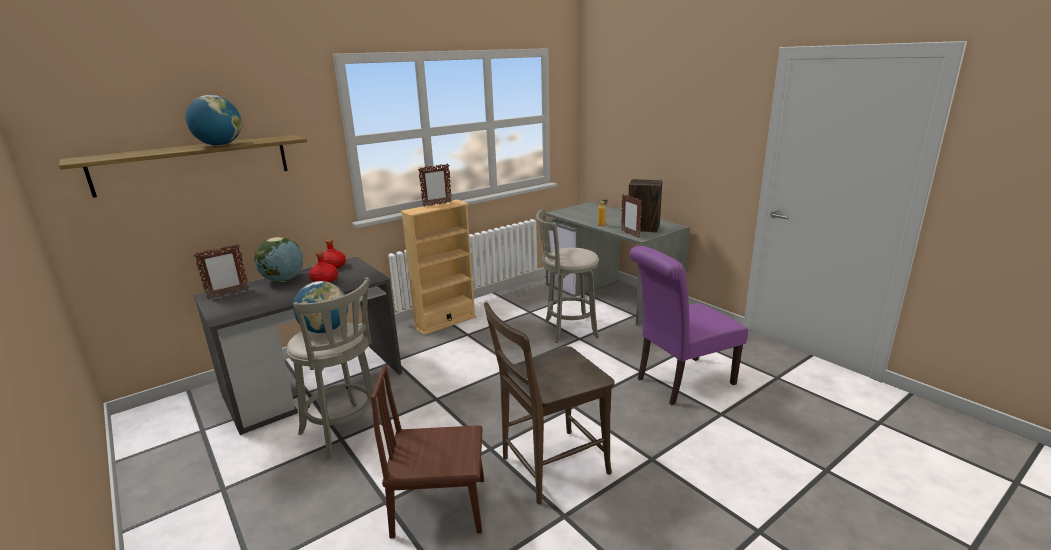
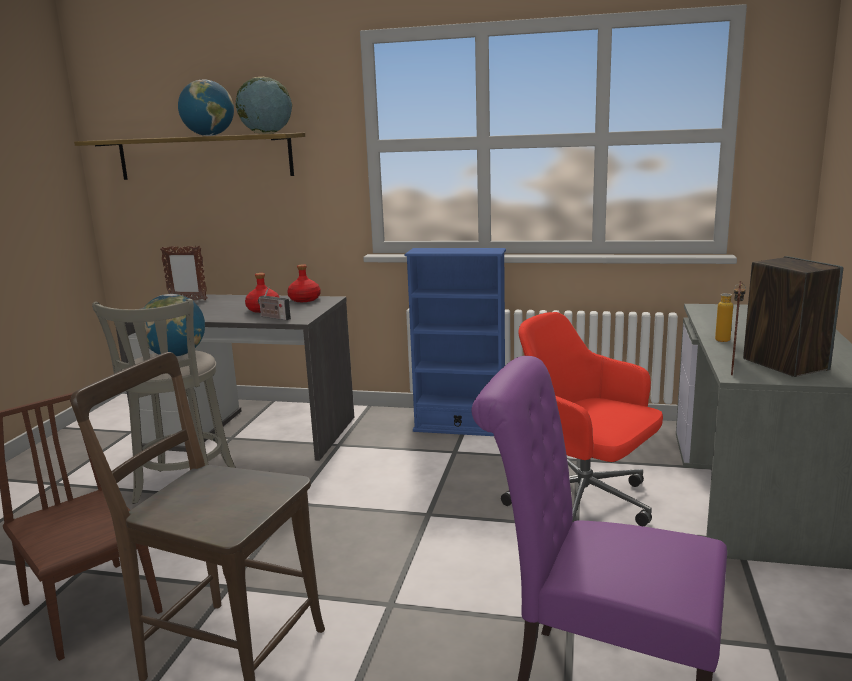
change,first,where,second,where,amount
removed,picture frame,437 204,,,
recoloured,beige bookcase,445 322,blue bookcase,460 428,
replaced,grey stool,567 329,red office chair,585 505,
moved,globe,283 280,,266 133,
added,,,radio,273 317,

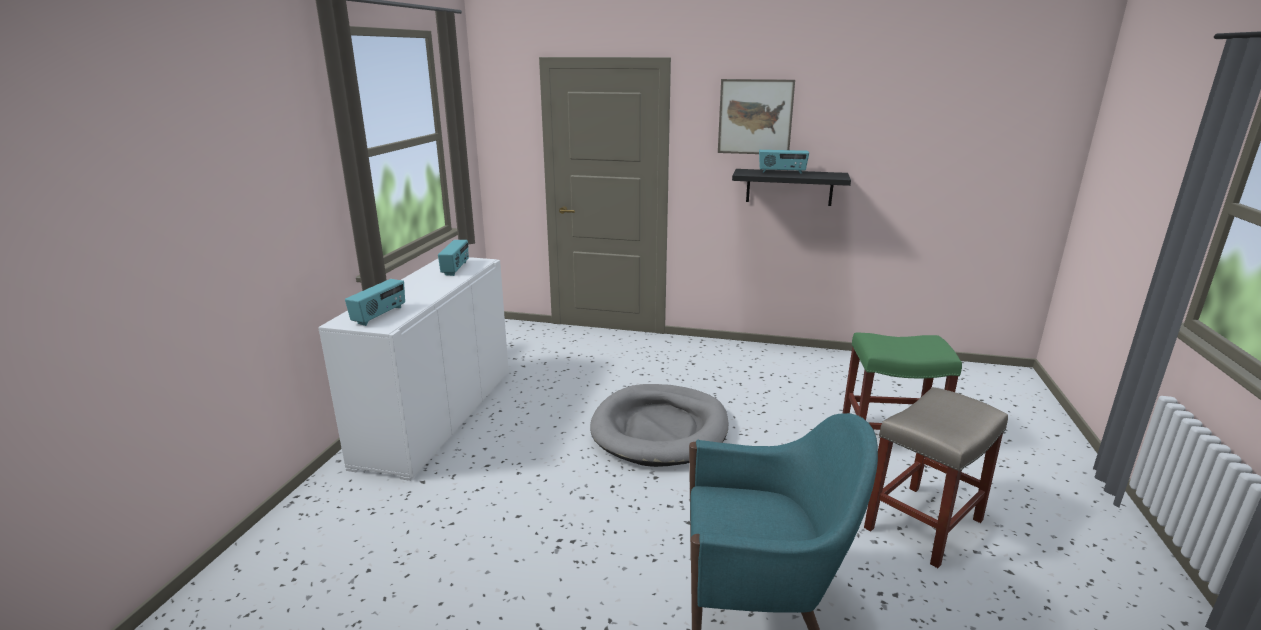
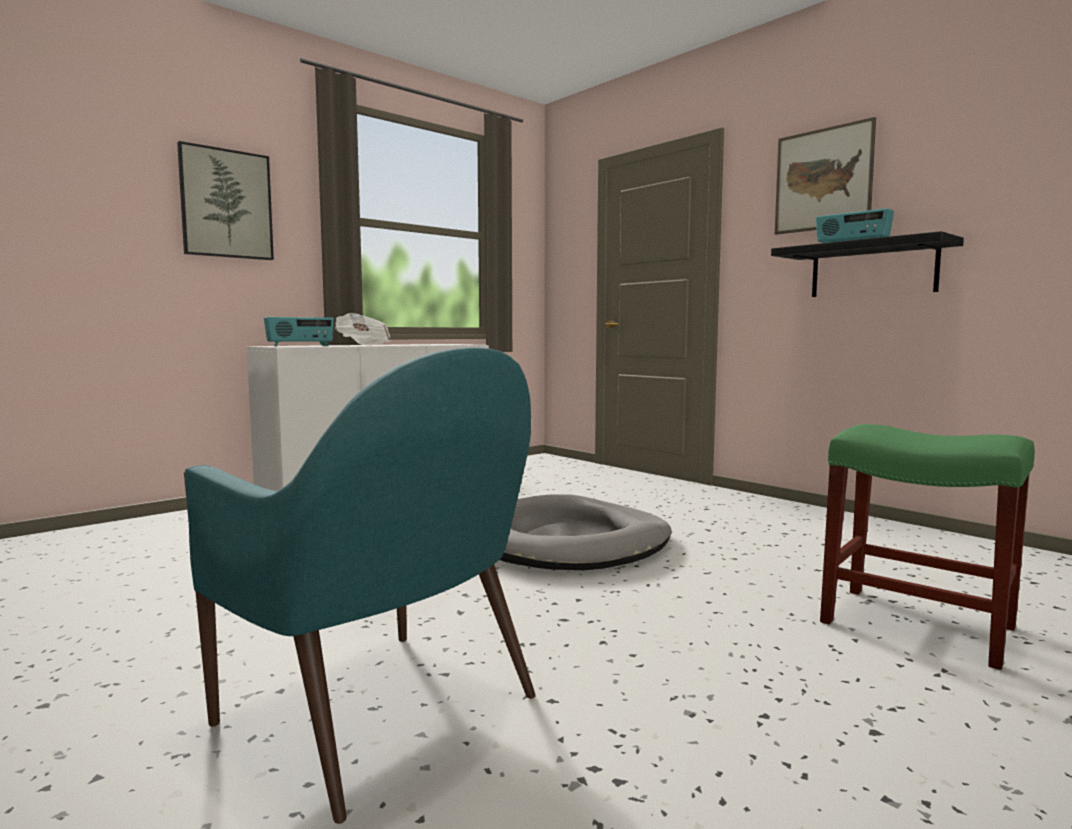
change,first,where,second,where,amount
removed,radio,456 269,,,
removed,beige stool,924 523,,,
added,,,picture,226 204,
added,,,newspaper,363 345,

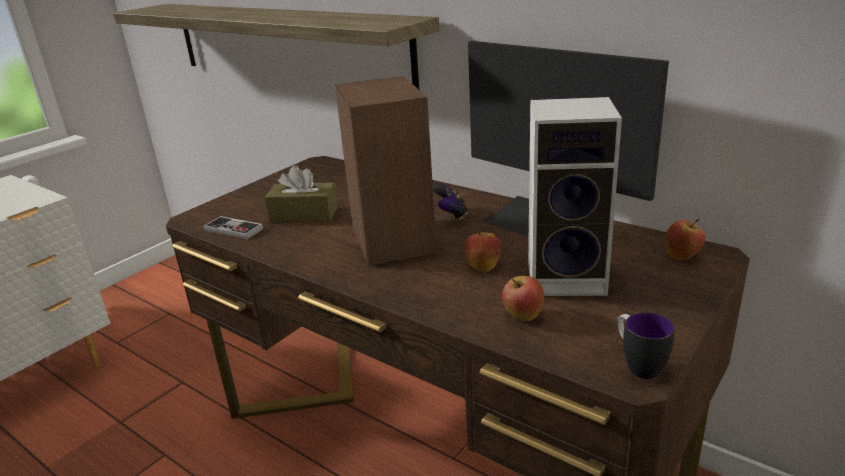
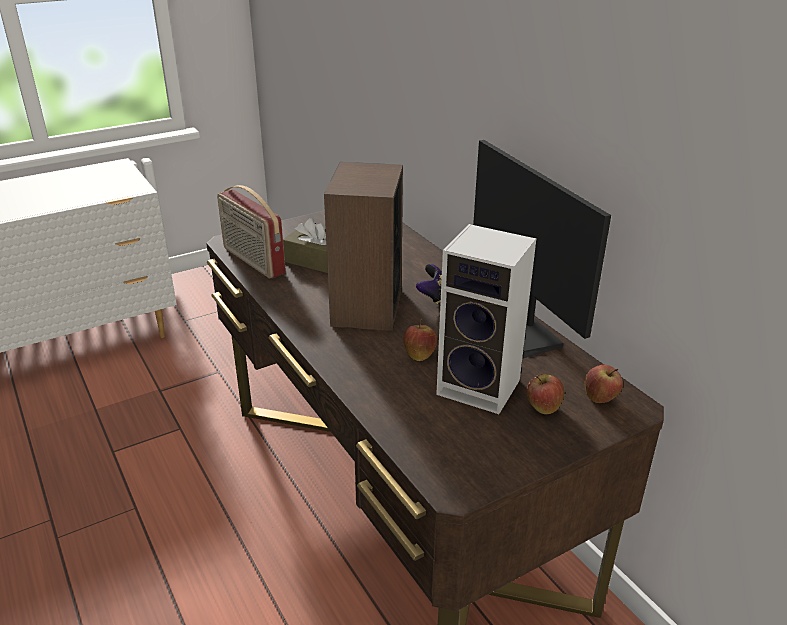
change,first,where,second,where,amount
removed,shelf,285 44,,,
replaced,game controller,233 229,radio,252 261,
moved,apple,522 316,,542 408,
removed,mug,638 365,,,

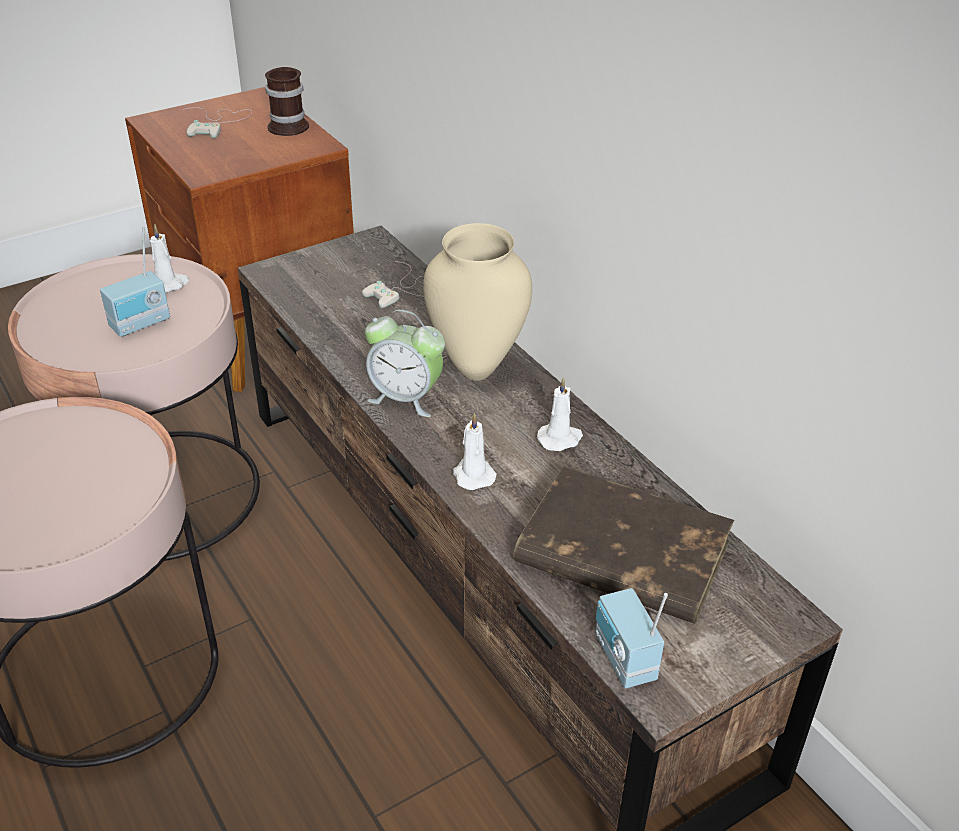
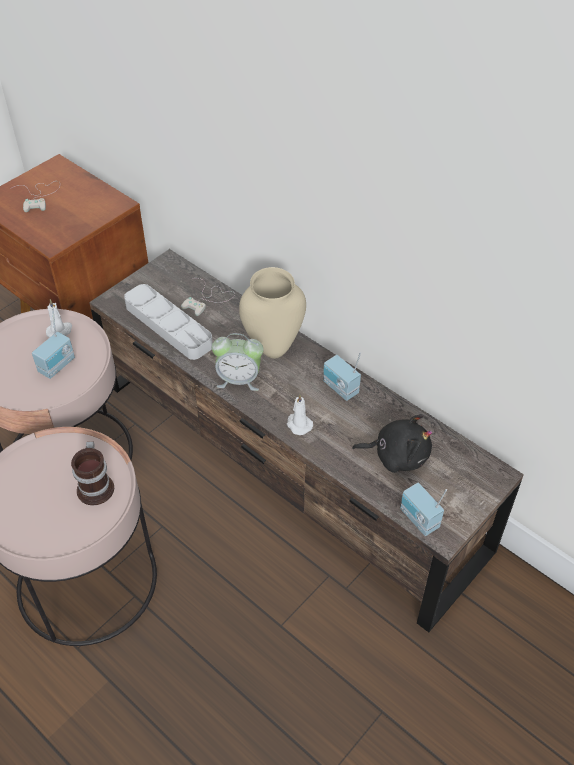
change,first,where,second,where,amount
moved,mug,291 125,,97 486,
replaced,white candle,560 439,radio,340 388,
replaced,brown book,620 552,black plush toy,397 455,
added,,,grey tray,168 326,

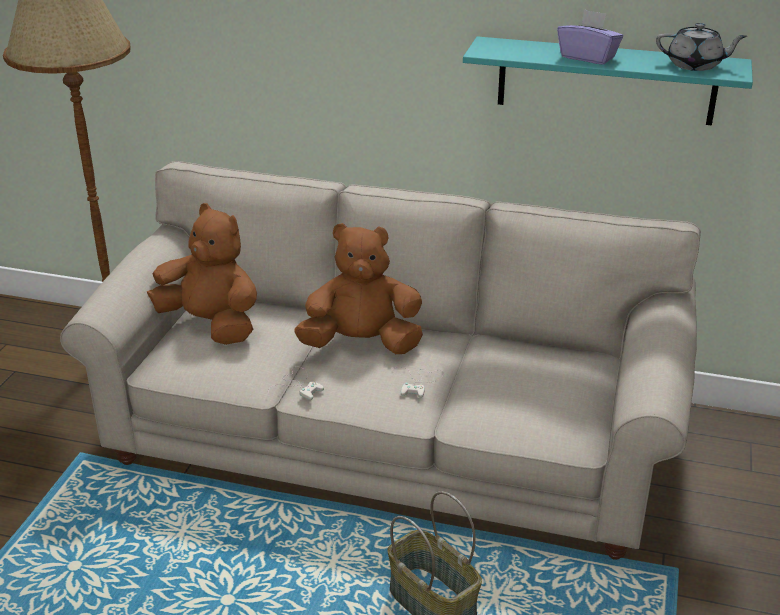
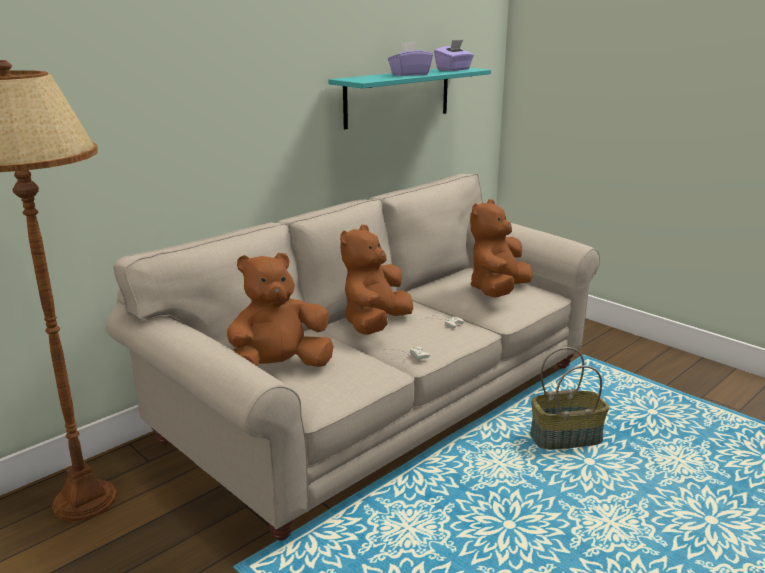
change,first,where,second,where,amount
replaced,grey teapot,695 65,purple tissue box,453 70,
added,,,brown plush toy,497 291,

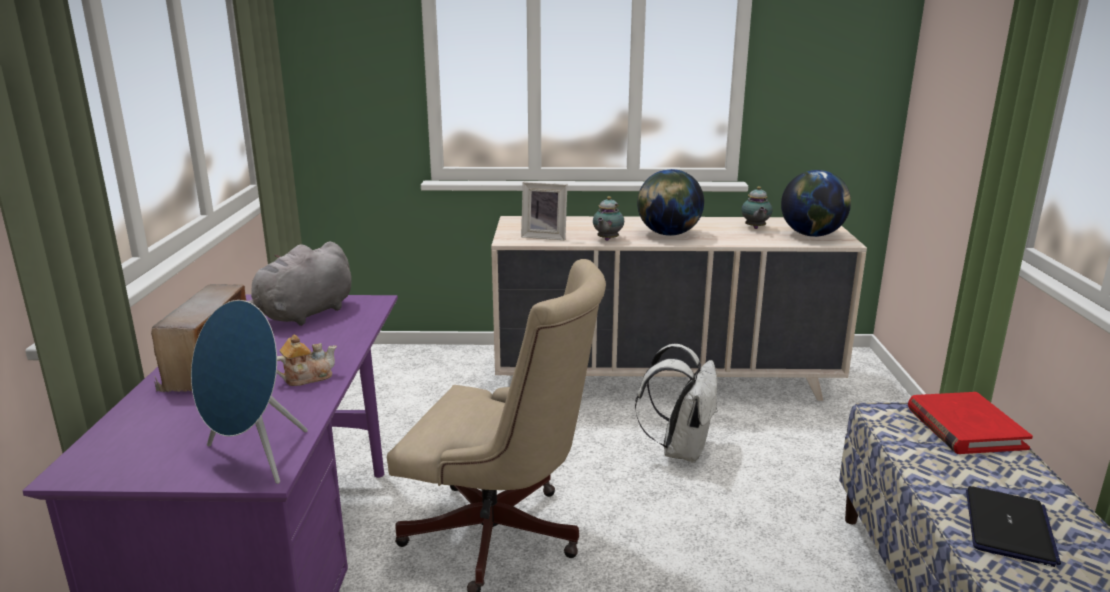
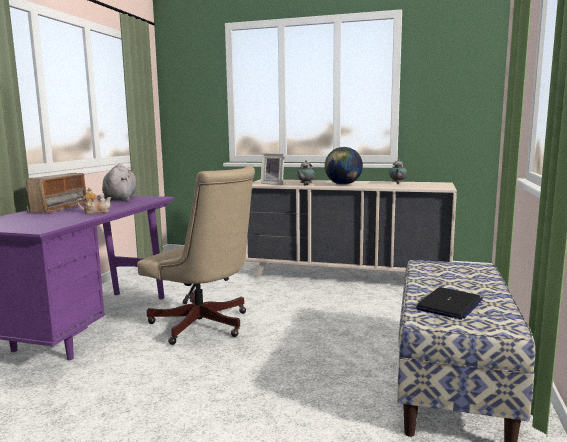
change,first,where,second,where,amount
removed,globe,812 235,,,
turned,grey plush toy,303 315,,121 199,120 degrees clockwise
removed,blue speaker,254 458,,,
removed,white backpack,680 450,,,
removed,red book,964 427,,,

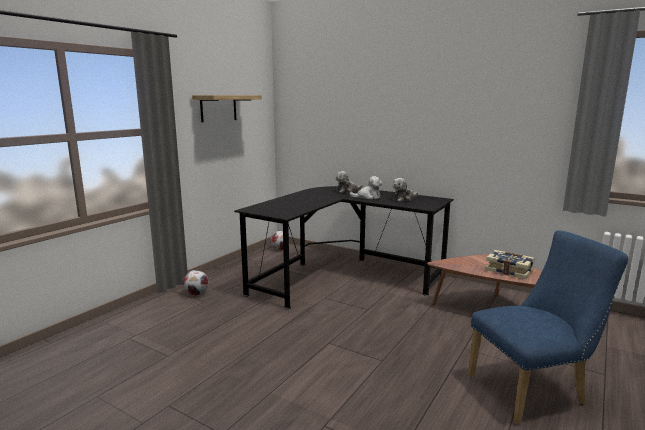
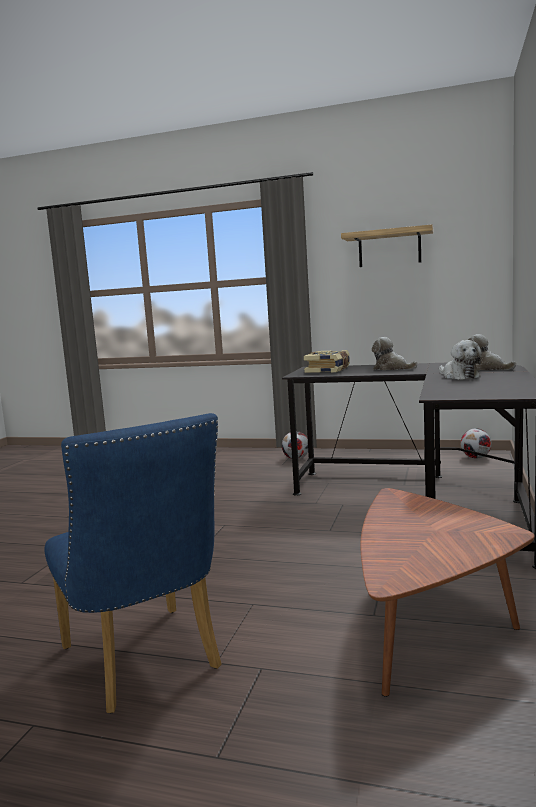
change,first,where,second,where,amount
moved,plush toy,404 199,,392 368,
moved,book,509 270,,329 370,

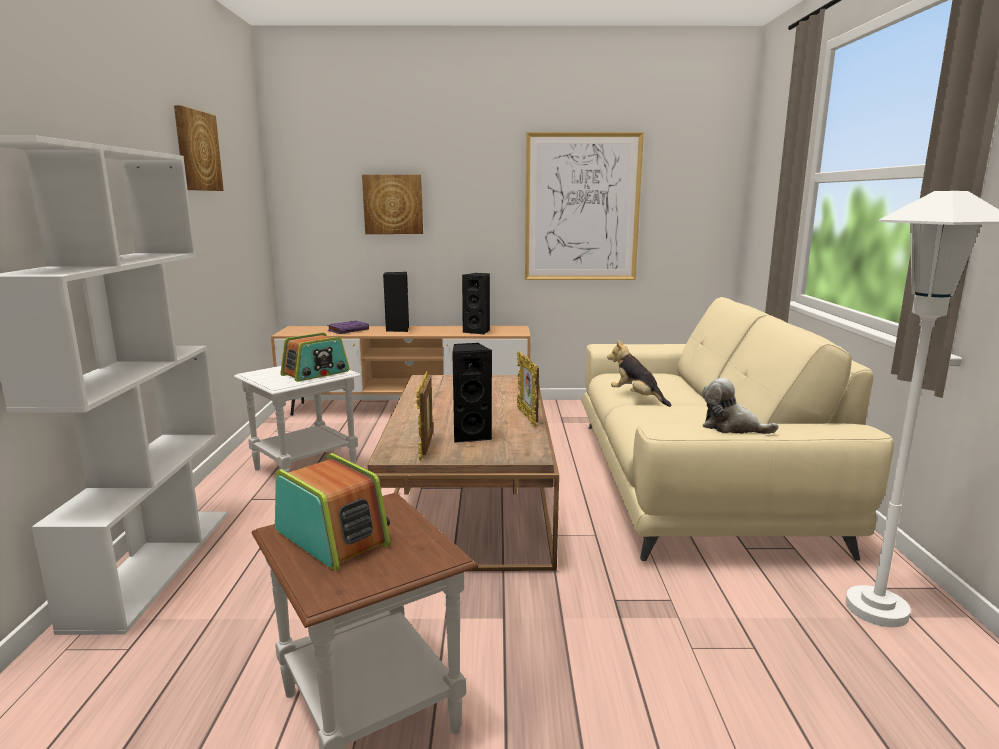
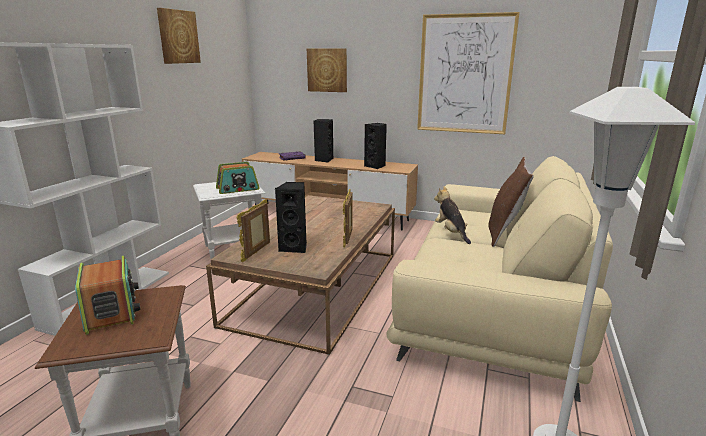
change,first,where,second,where,amount
removed,plush toy,731 427,,,
added,,,brown pillow,504 233,

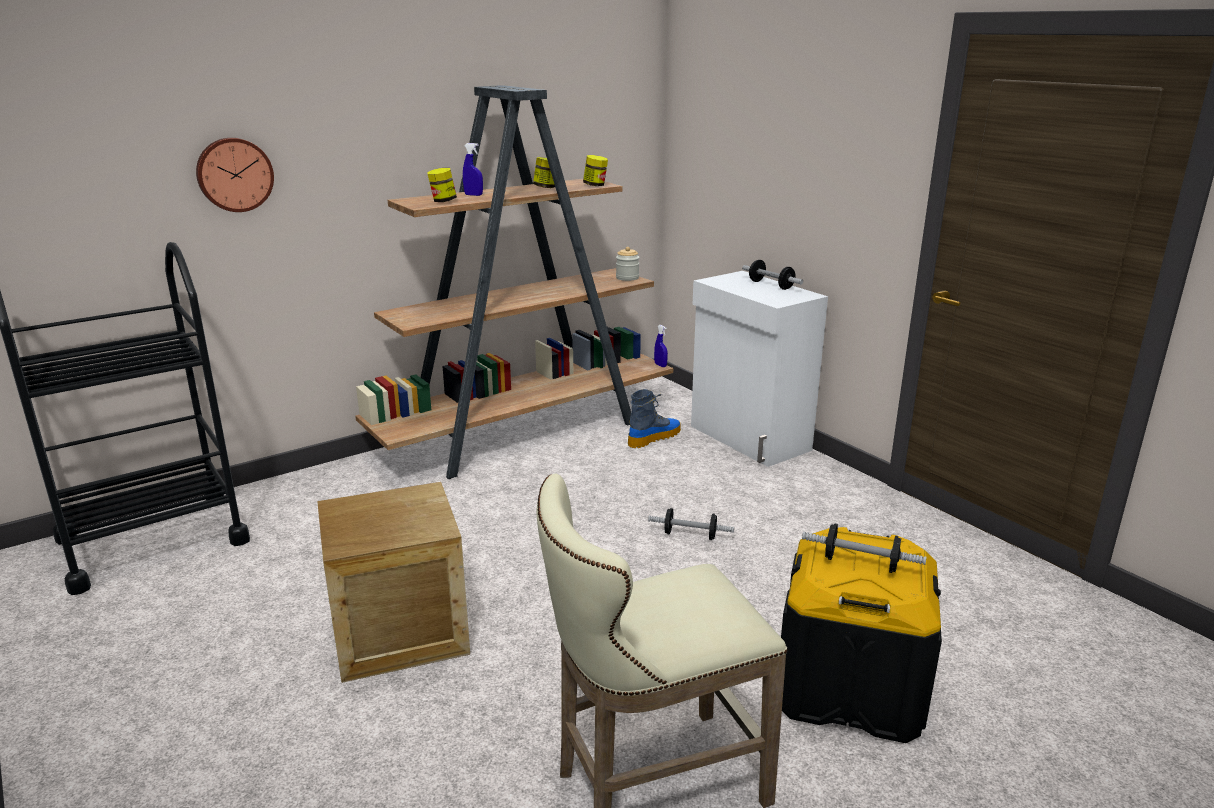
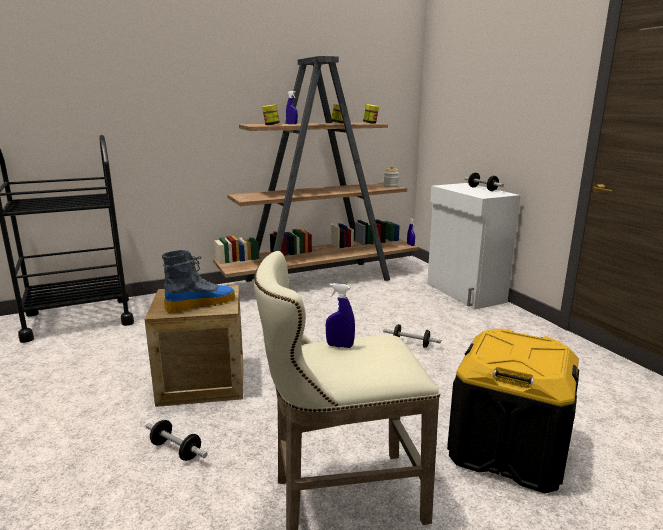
change,first,where,second,where,amount
removed,wall clock,234 174,,,
moved,boot,654 437,,201 304,
moved,dumbbell,860 563,,176 450,
added,,,blue spray bottle,340 346,

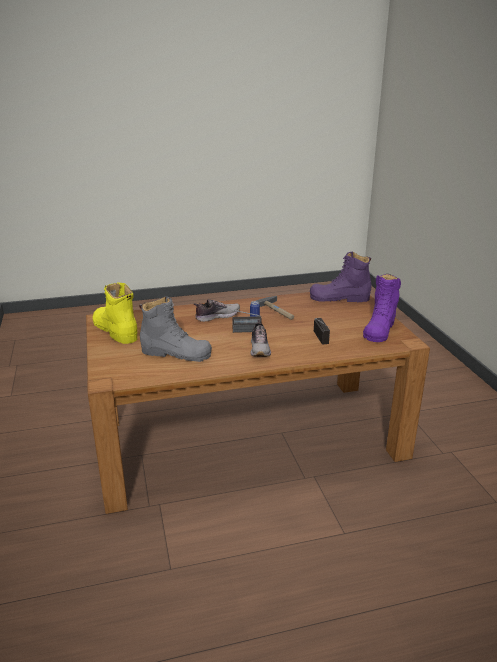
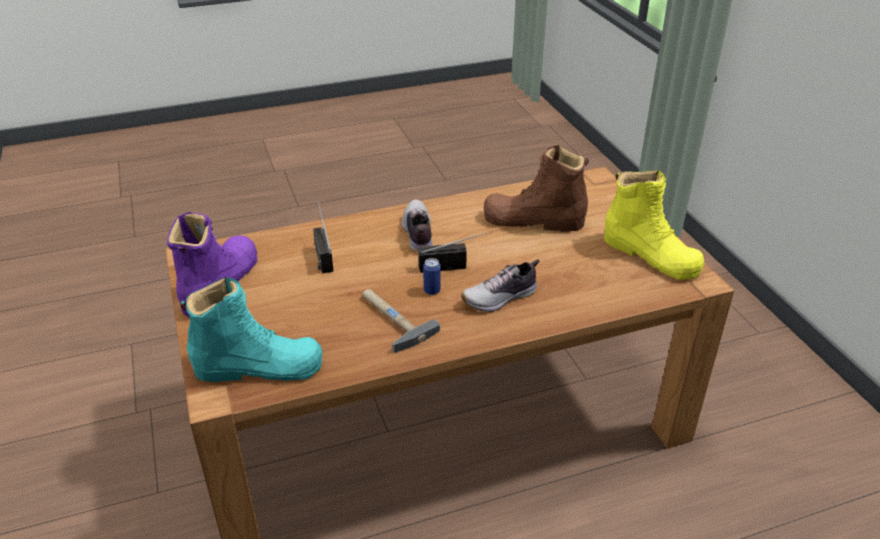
change,first,where,second,where,amount
recoloured,purple boot,339 298,turquoise boot,259 367,
recoloured,grey boot,176 353,brown boot,533 220,

